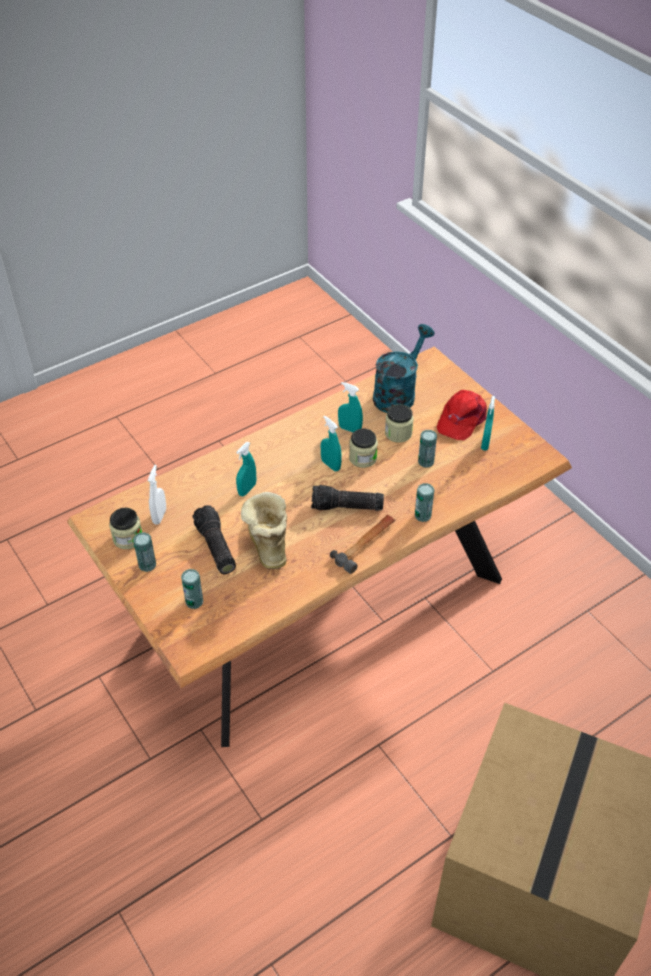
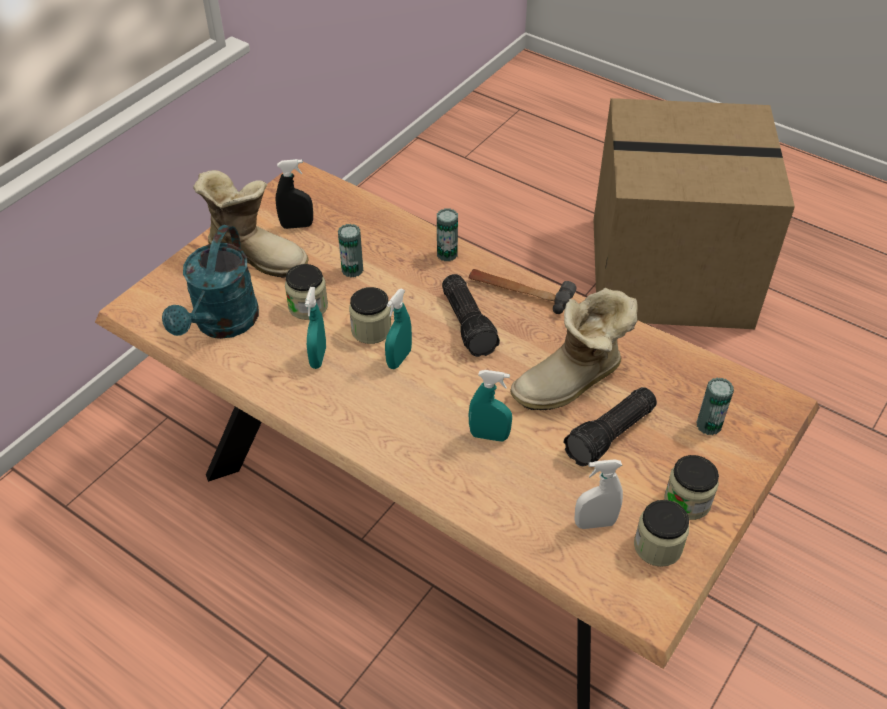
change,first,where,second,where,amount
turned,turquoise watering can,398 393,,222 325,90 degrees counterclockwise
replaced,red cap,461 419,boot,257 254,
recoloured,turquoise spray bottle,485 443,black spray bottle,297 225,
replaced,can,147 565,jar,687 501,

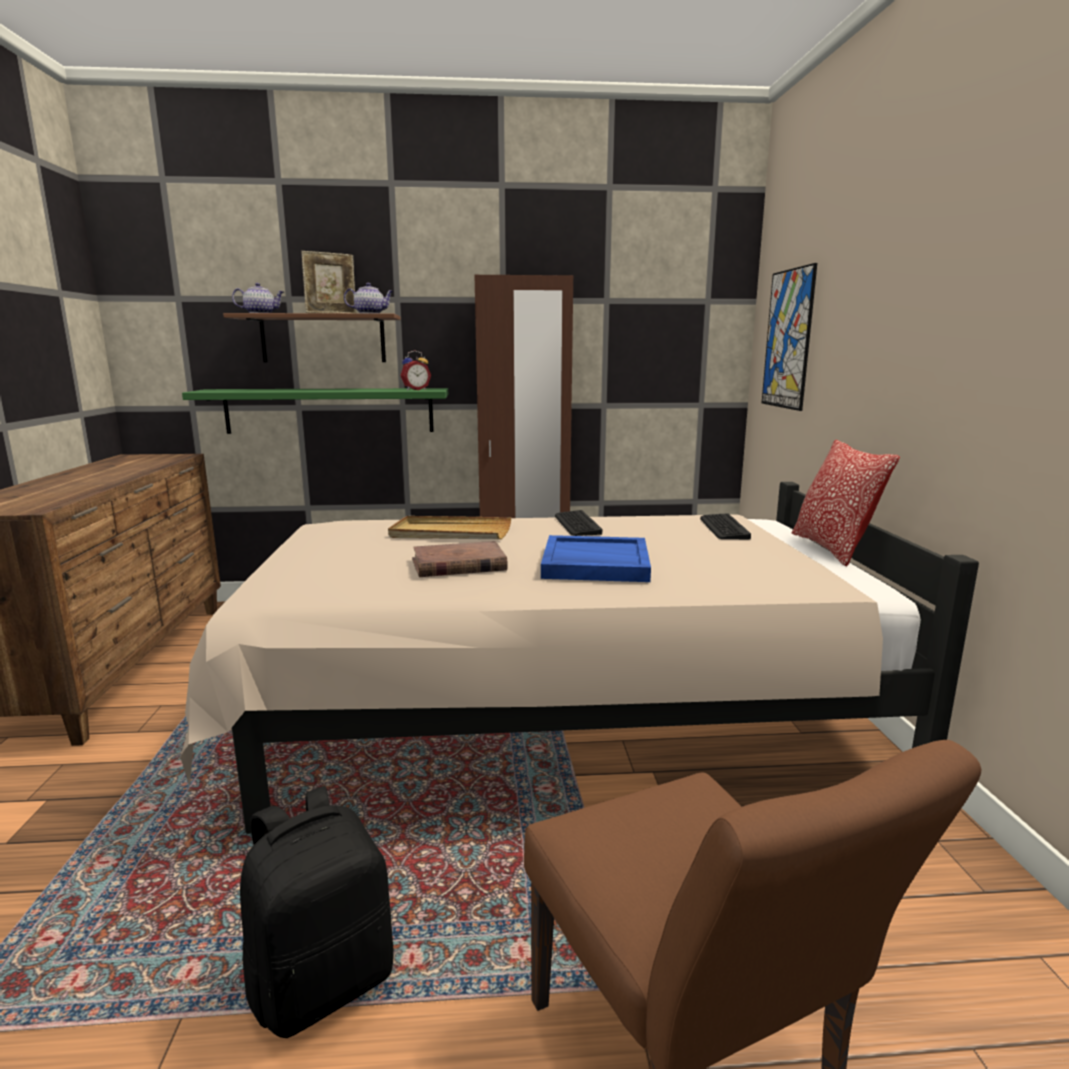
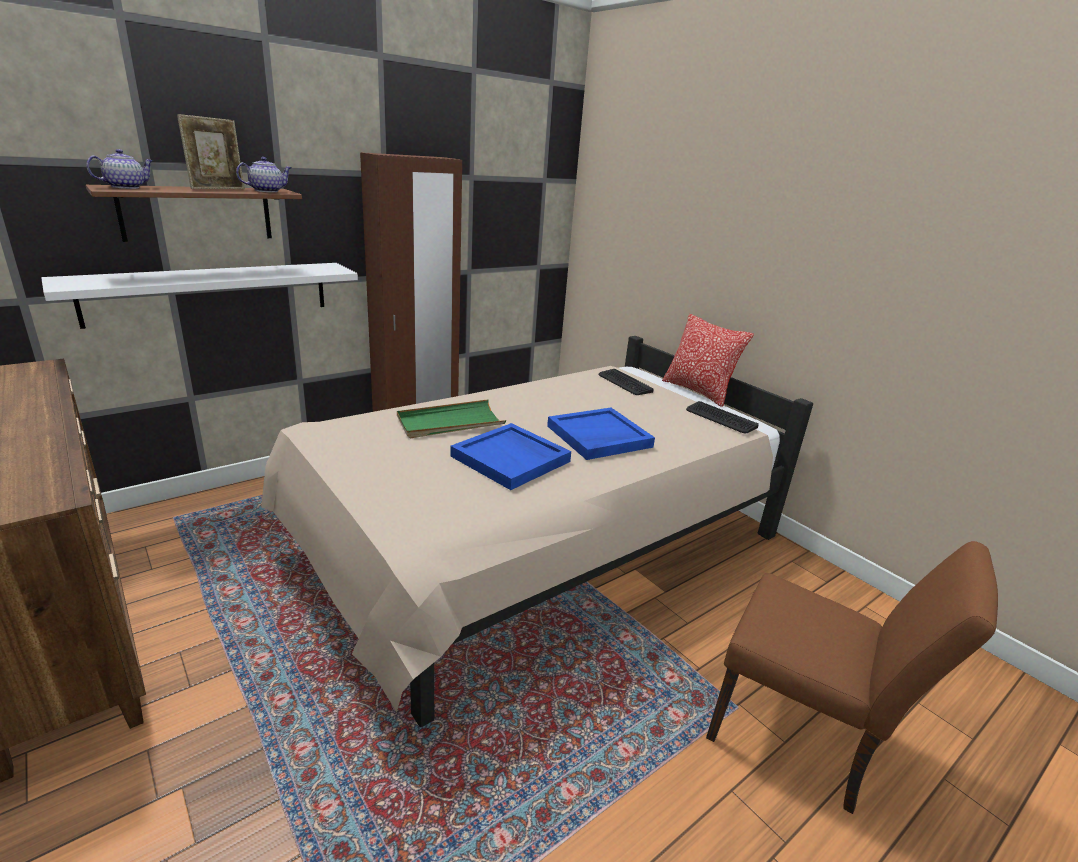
change,first,where,second,where,amount
removed,picture,788 339,,,
removed,alarm clock,415 390,,,
recoloured,green shelf,329 410,white shelf,211 293,
moved,keyboard,577 524,,720 418,
recoloured,beige tray,450 533,green tray,450 423,
replaced,brown book,458 565,blue tray,512 459,
removed,black backpack,324 980,,,

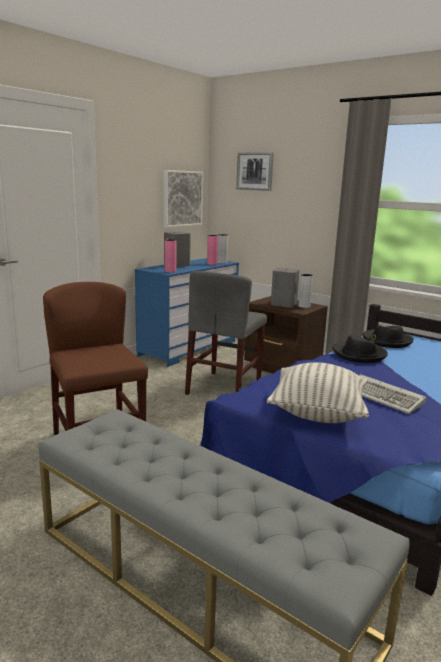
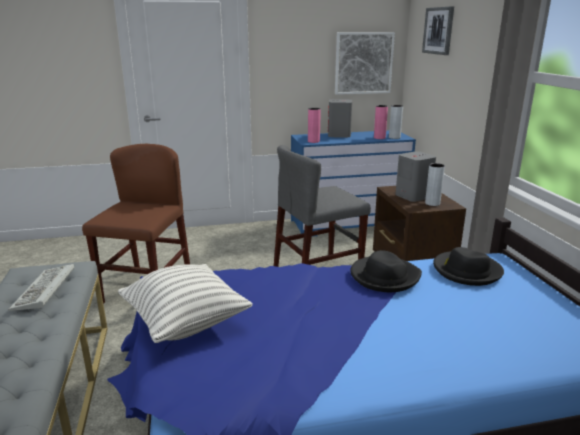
change,first,where,second,where,amount
moved,keyboard,384 397,,45 291,

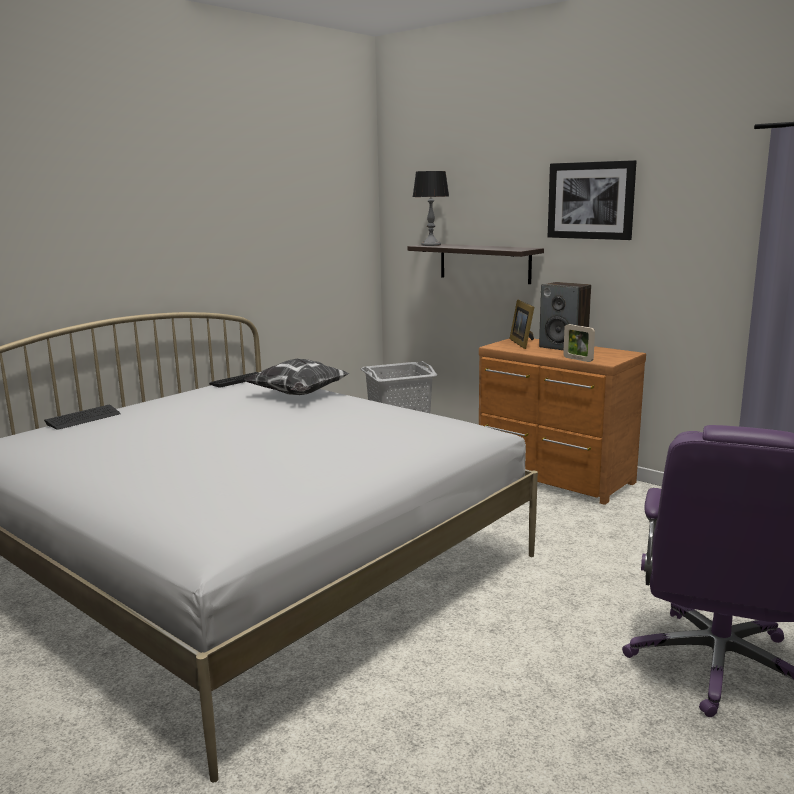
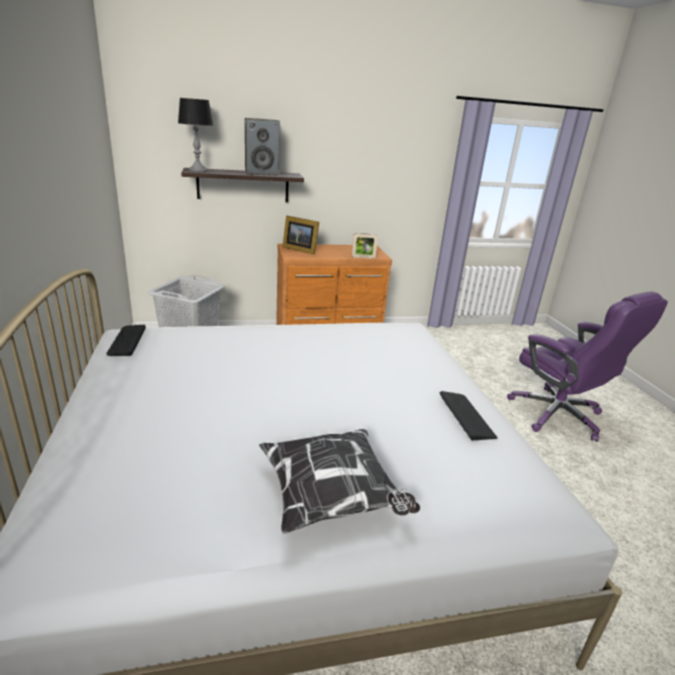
change,first,where,second,where,amount
removed,picture,591 200,,,
moved,speaker,564 347,,261 173,
moved,pillow,299 395,,332 498,
moved,keyboard,83 419,,466 416,

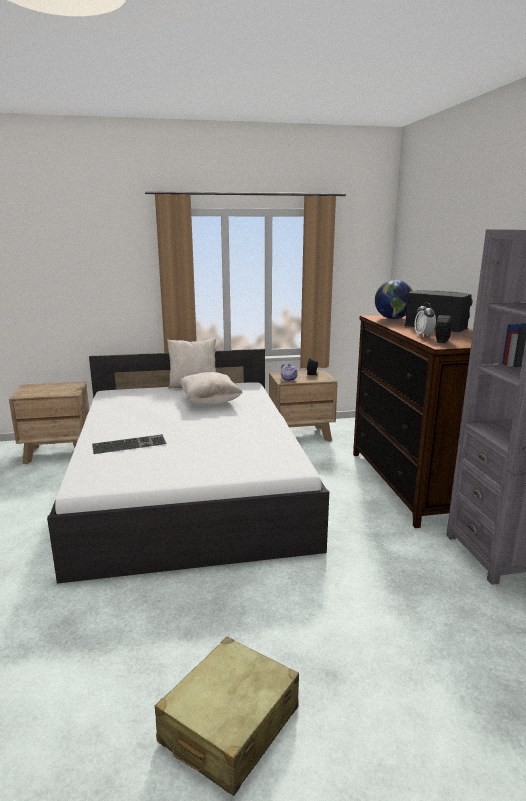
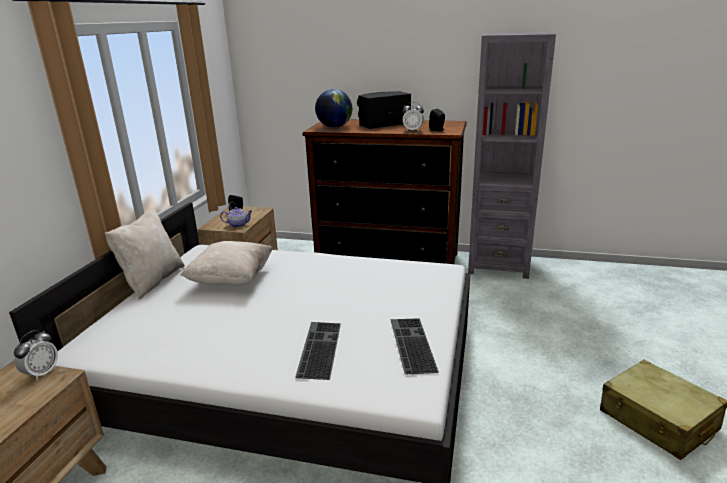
change,first,where,second,where,amount
added,,,keyboard,410 344,
added,,,alarm clock,42 373,

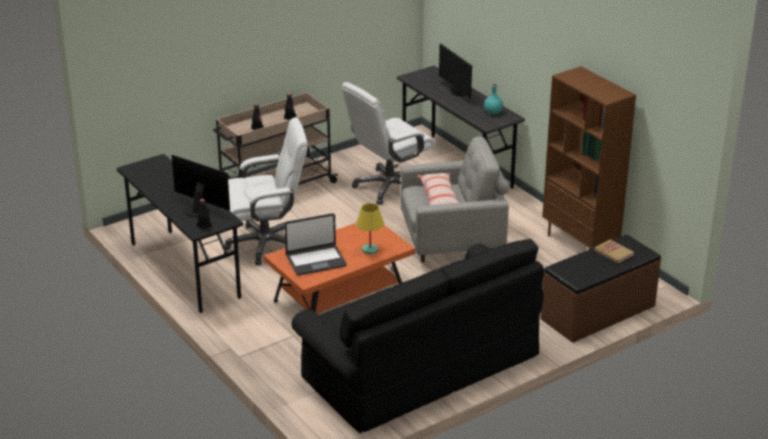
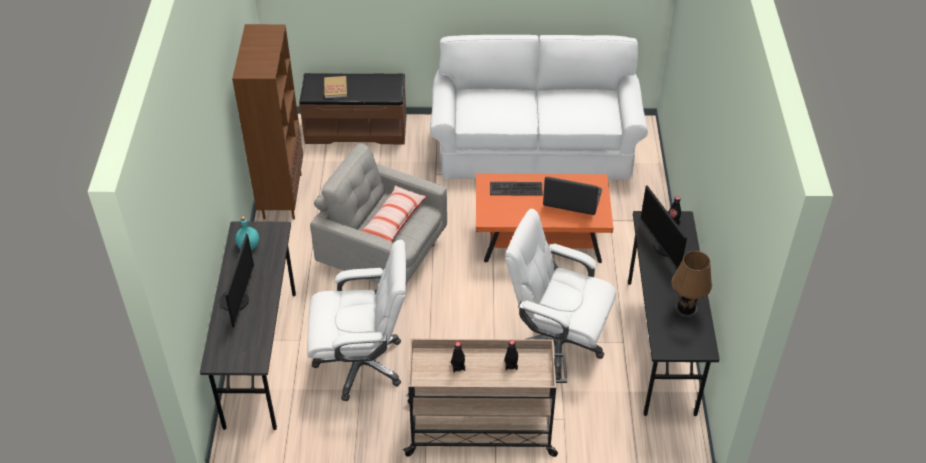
change,first,where,second,where,amount
replaced,yellow table lamp,370 250,keyboard,516 188,
recoloured,black sofa,420 366,white sofa,534 148,
added,,,brown table lamp,685 311,

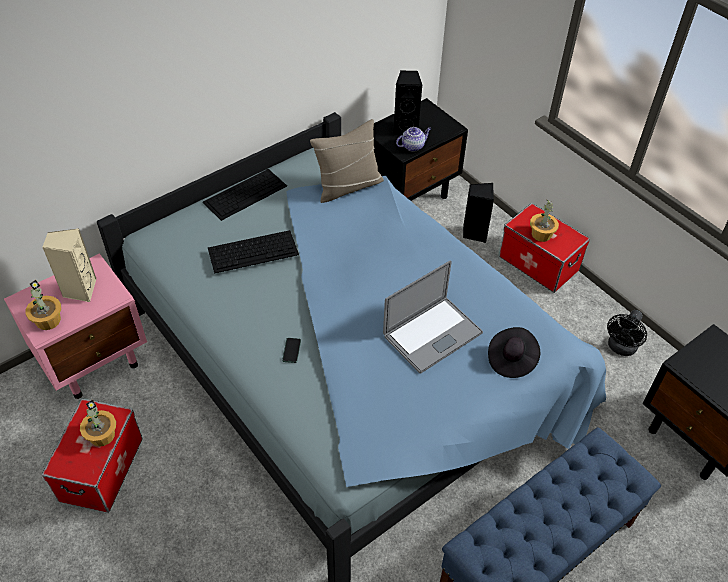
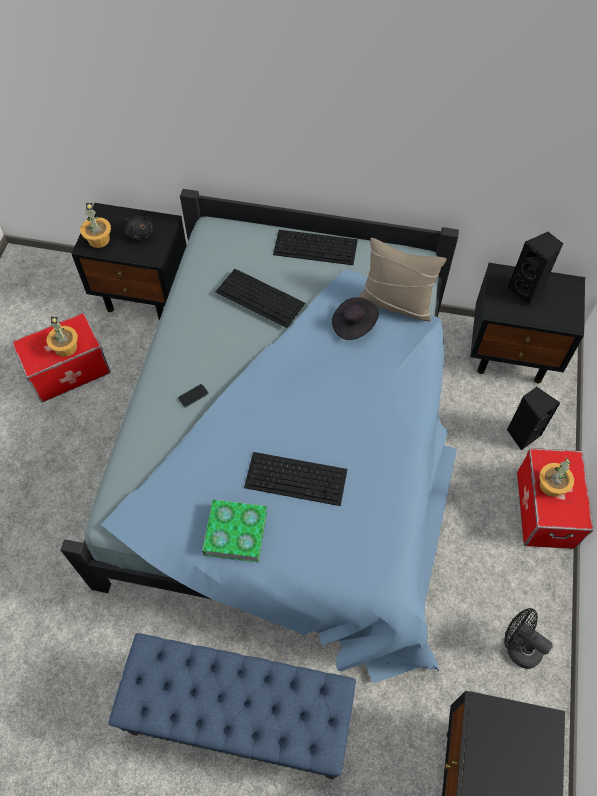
change,first,where,second,where,amount
removed,teapot,413 146,,,
replaced,beige speaker,79 290,black plush toy,139 233,
recoloured,pink nightstand,95 360,black nightstand,145 294,
replaced,laptop,432 334,keyboard,297 478,
turned,black fan,620 348,,518 647,45 degrees clockwise
moved,black hat,511 359,,353 325,
added,,,book,235 533,

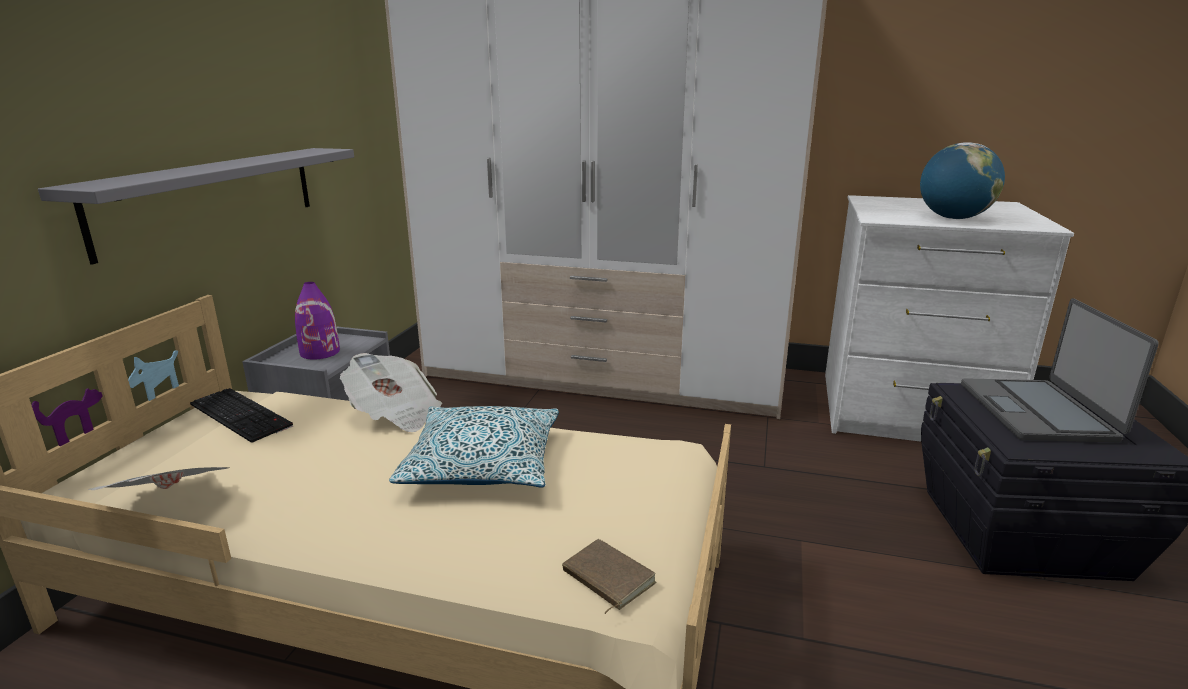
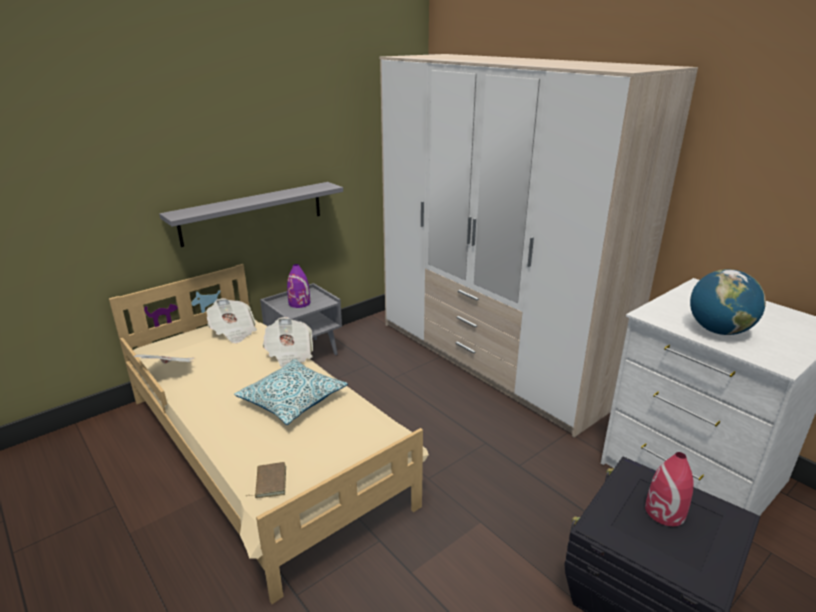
change,first,where,second,where,amount
replaced,laptop,1038 411,red vase,665 512,
replaced,keyboard,243 414,newspaper,233 332,

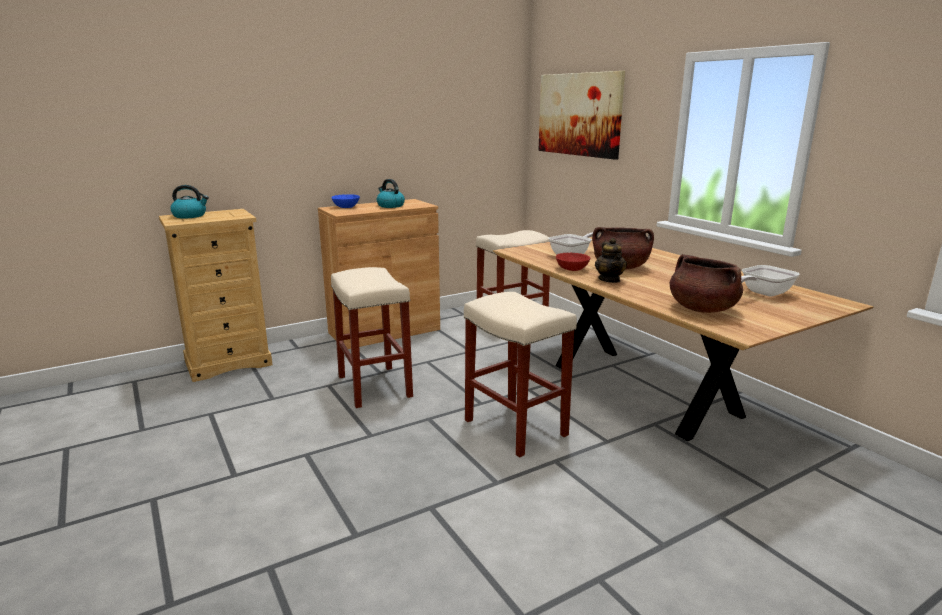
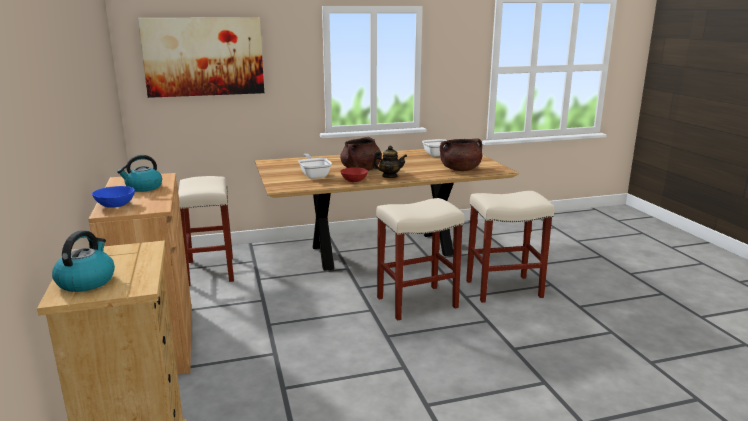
change,first,where,second,where,amount
moved,beige stool,373 386,,503 289,

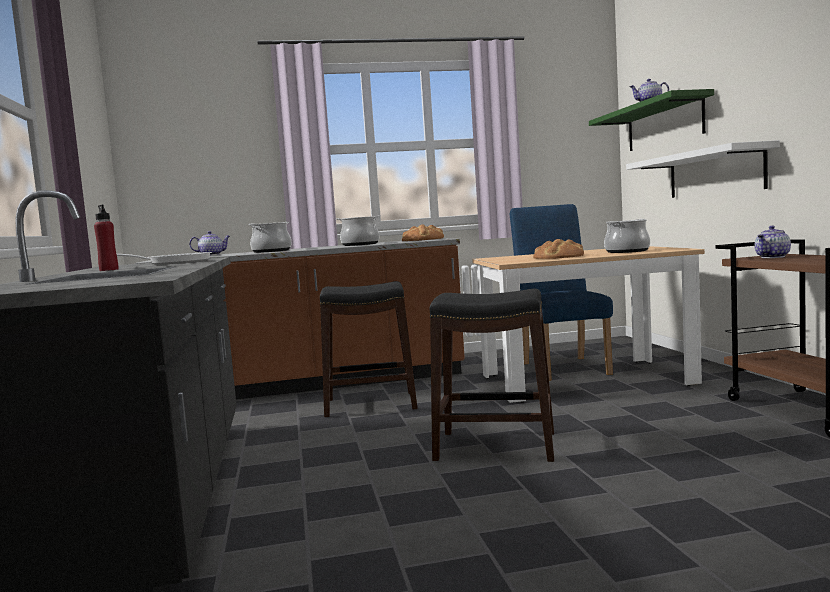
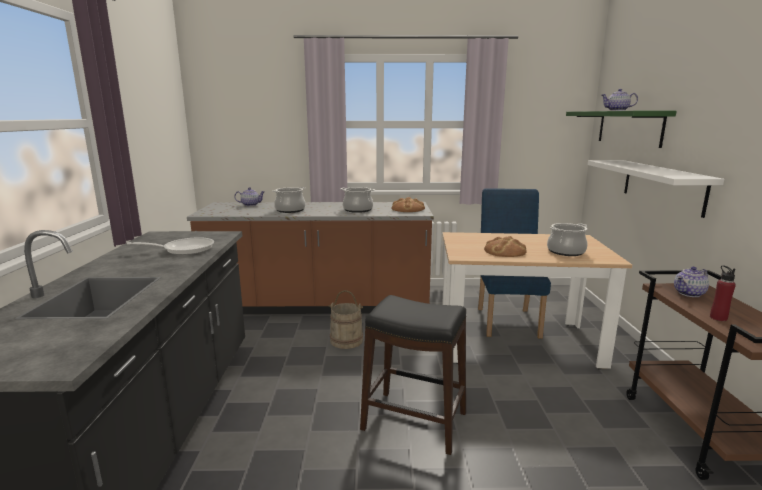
change,first,where,second,where,amount
moved,red bottle,109 270,,718 318,
replaced,black stool,370 404,beige bucket,346 340,

